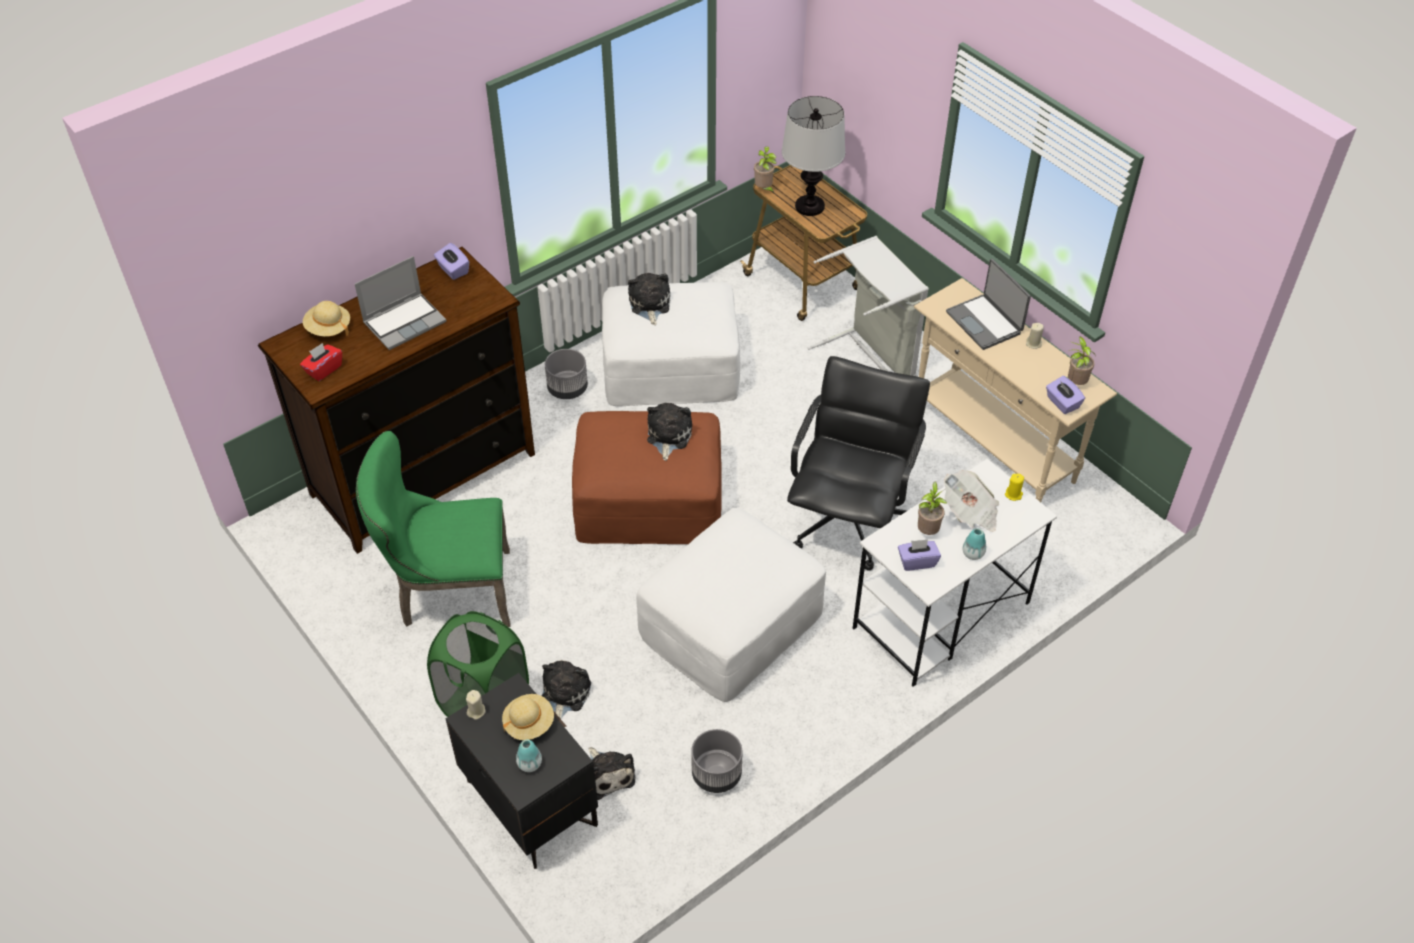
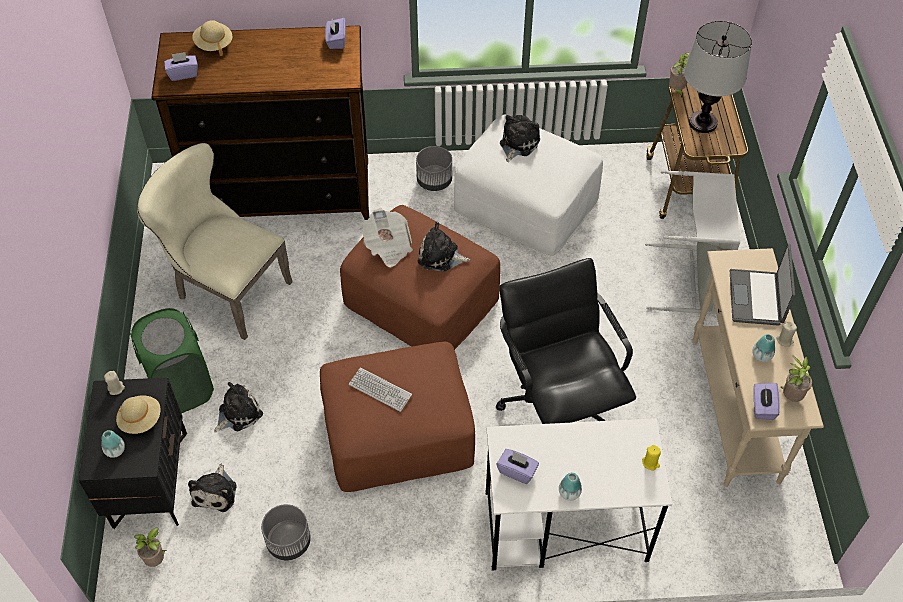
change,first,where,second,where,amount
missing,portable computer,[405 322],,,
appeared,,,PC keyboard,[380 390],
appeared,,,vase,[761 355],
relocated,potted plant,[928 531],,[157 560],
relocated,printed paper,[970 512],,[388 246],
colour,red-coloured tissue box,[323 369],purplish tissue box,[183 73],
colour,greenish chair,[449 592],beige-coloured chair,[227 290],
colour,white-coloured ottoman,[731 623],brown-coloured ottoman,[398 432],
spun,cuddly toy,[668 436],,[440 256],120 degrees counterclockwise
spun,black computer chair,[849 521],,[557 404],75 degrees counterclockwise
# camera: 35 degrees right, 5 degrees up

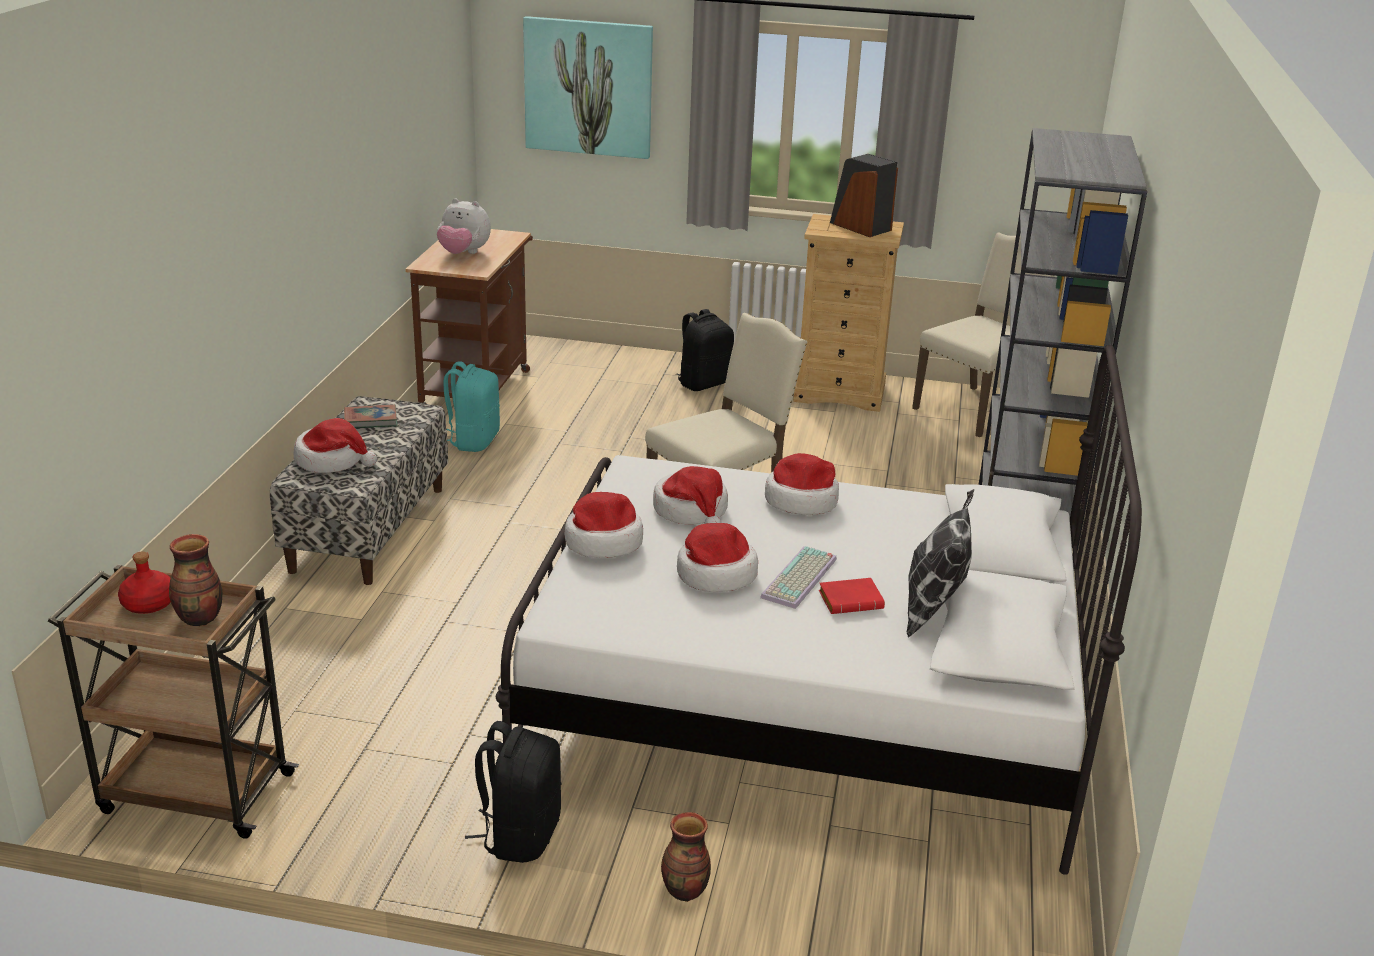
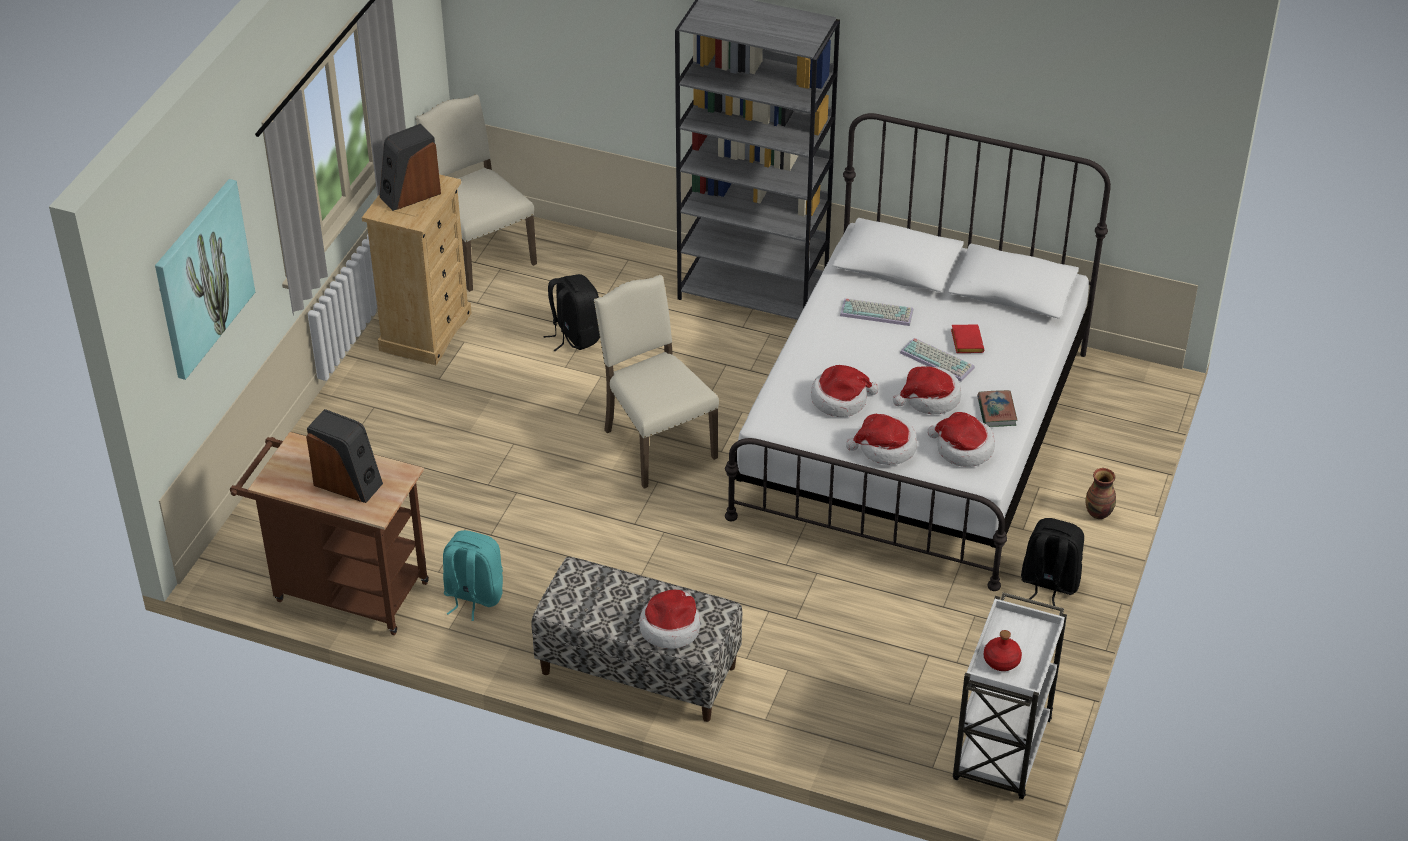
change,first,where,second,where,amount
missing,vase,[200 618],,,
missing,cushion,[933 609],,,
appeared,,,PC keyboard,[877 312],
relocated,bound book,[370 420],,[996 411],
relocated,black backpack,[704 383],,[574 336],
relocated,hat,[801 500],,[963 449],
exchanged,cuddly toy,[463 254],audio speaker,[348 483],
colour,brown-coloured wheeled cart,[193 792],white-coloured wheeled cart,[1001 752],
# camera: 80 degrees left, 15 degrees up

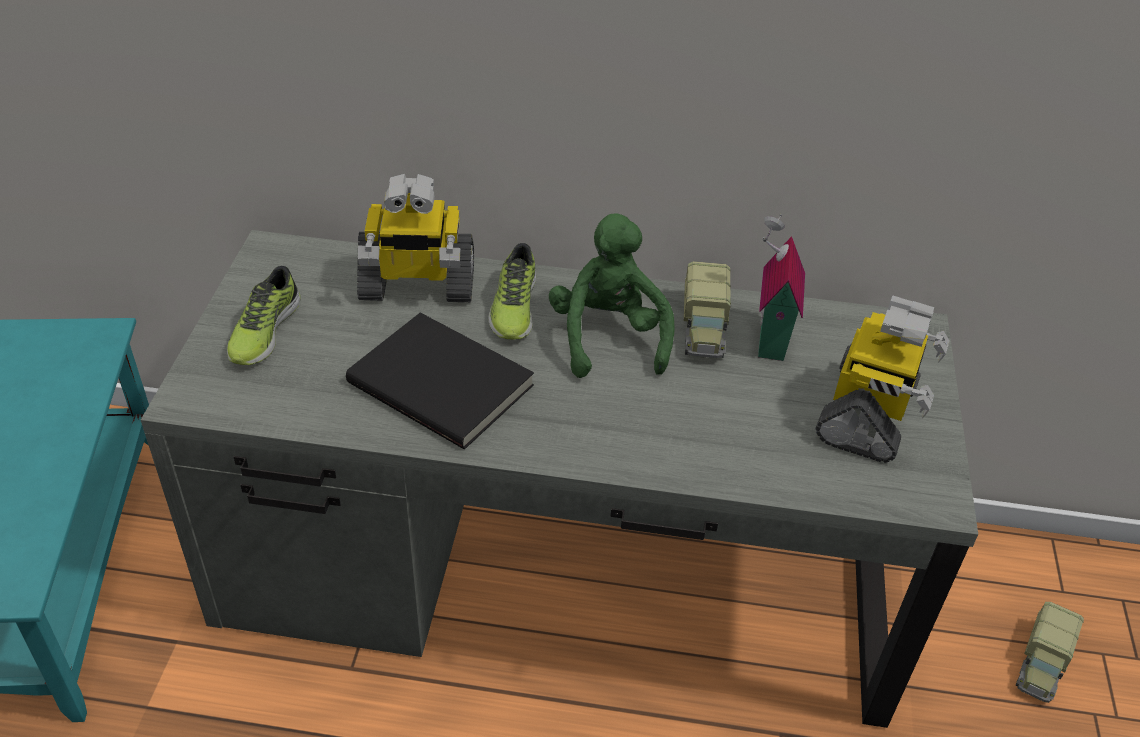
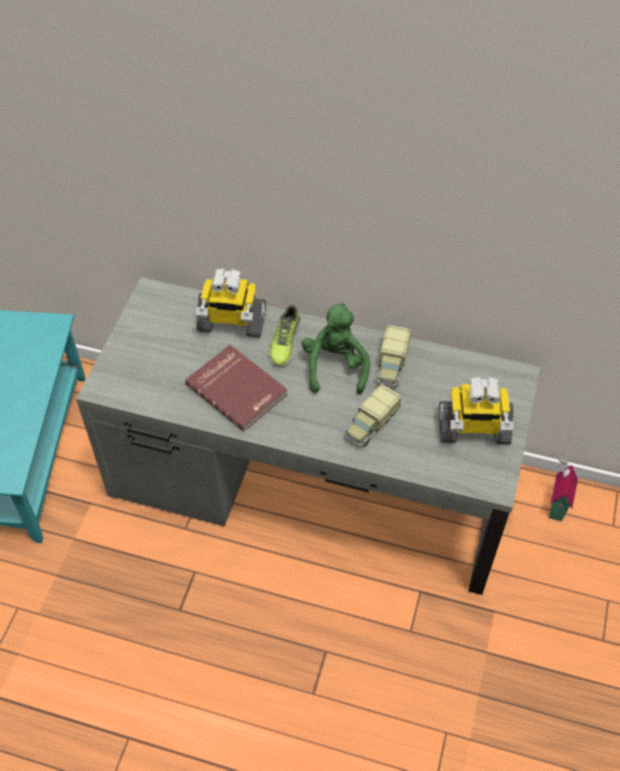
change,first,where,second,where,amount
missing,shoe,[263 331],,,
relocated,toy house,[768 339],,[555 506],
relocated,toy truck,[1042 663],,[371 424],
colour,black bound book,[443 382],red-coloured bound book,[238 389],
spun,toy robot,[868 414],,[473 429],60 degrees clockwise
# camera: 10 degrees right, 10 degrees up

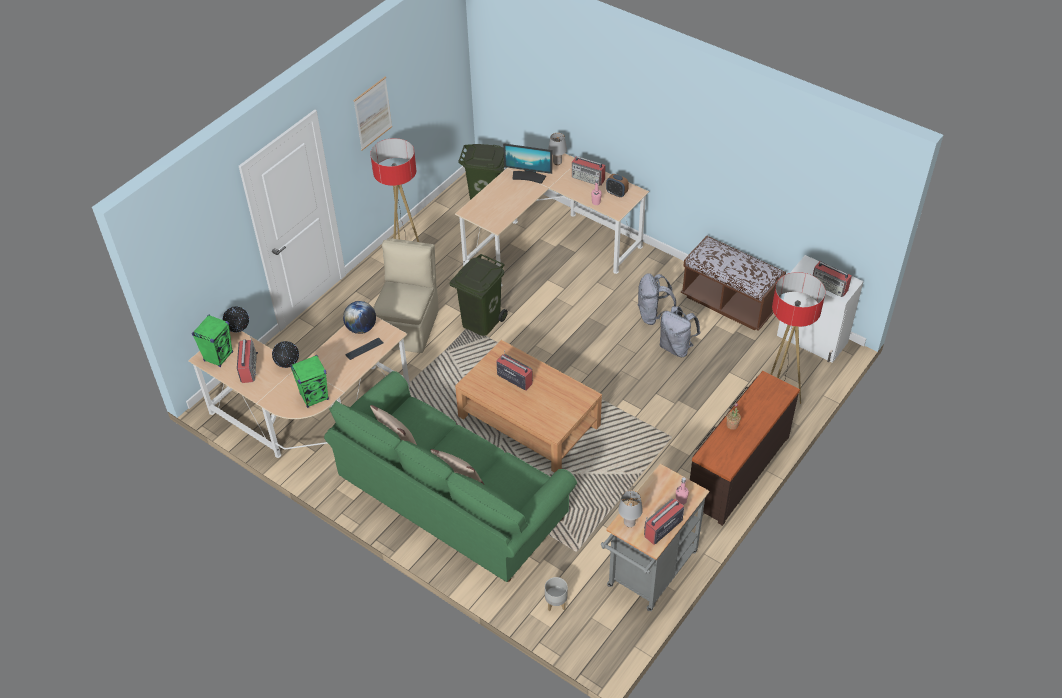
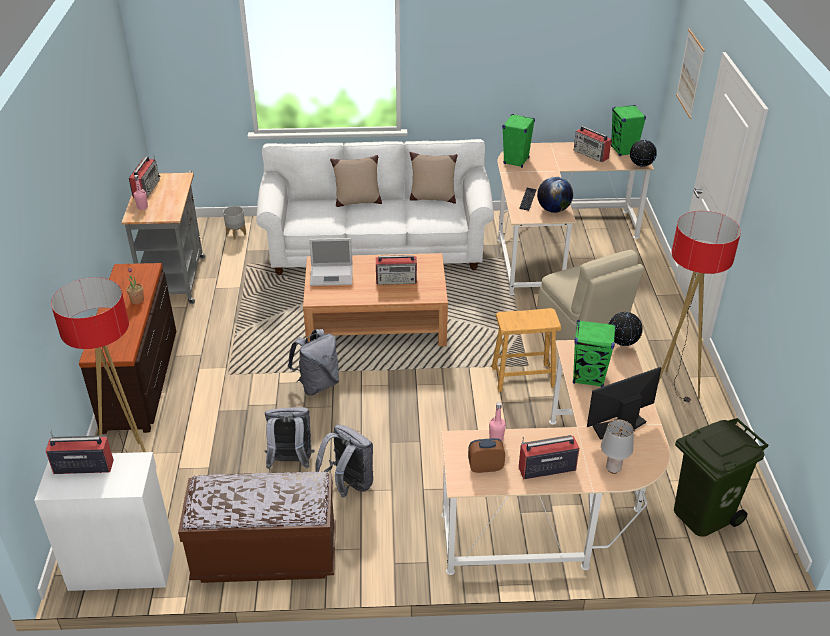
change,first,where,second,where,amount
missing,gray tabletop lamp,[629 523],,,
appeared,,,gray backpack,[317 384],
appeared,,,portable computer,[332 275],
appeared,,,greenish audio speaker,[588 377],
relocated,globe,[288 365],,[621 345],
relocated,picture,[373 113],,[690 73],
exchanged,greenish waste bin,[480 321],brown-coloured stool seat,[523 376],
colour,greenish couch,[453 500],white-coloured couch,[377 249],
# camera: 140 degrees right, 10 degrees down

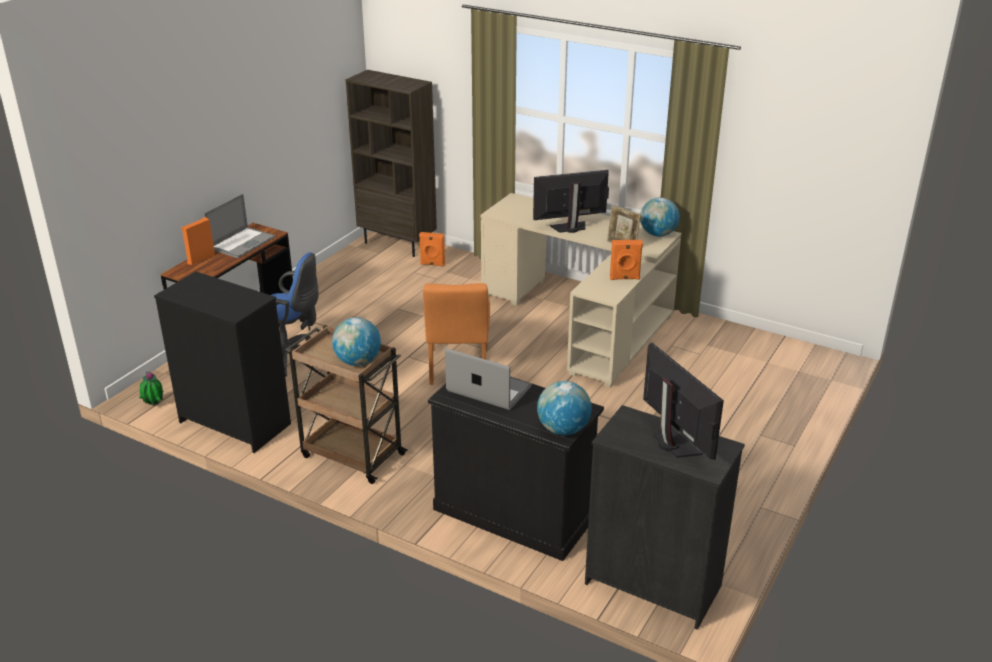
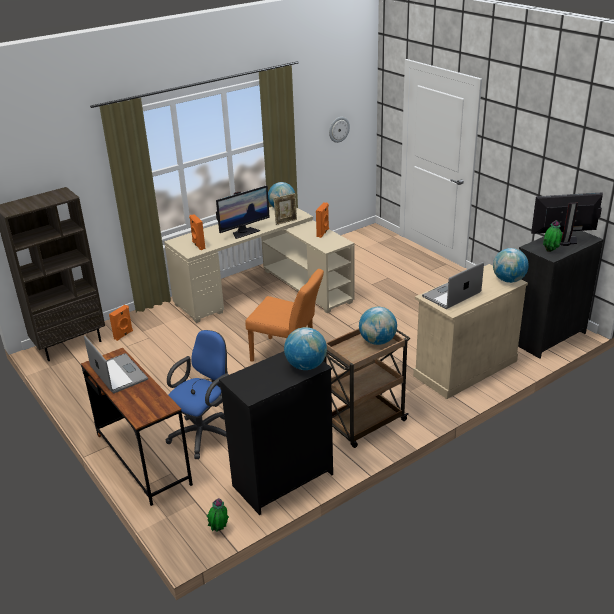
change,first,where,second,where,amount
appeared,,,globe,[306 366],
appeared,,,wall clock,[338 129],
appeared,,,potted plant,[551 251],
relocated,orange-coloured audio speaker,[200 259],,[198 245],
colour,black cabinet,[513 513],beige-coloured cabinet,[465 368],
spun,computer screen,[570 228],,[244 232],135 degrees counterclockwise
# camera: 65 degrees left, 0 degrees up

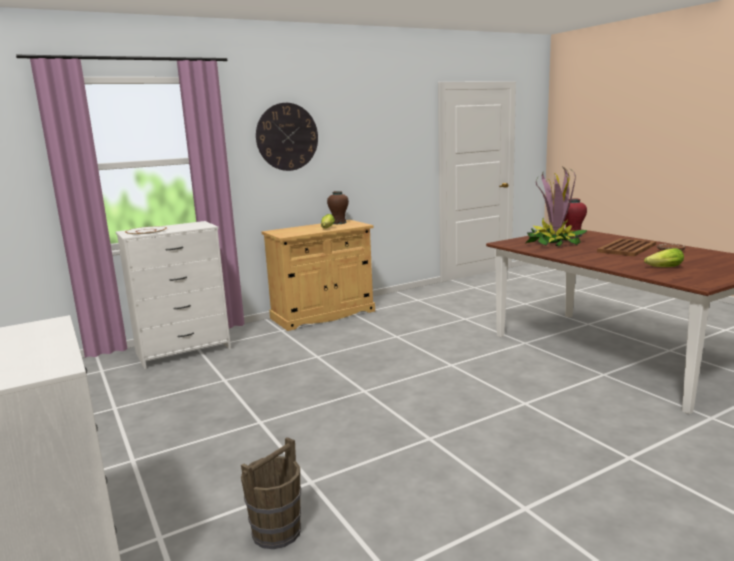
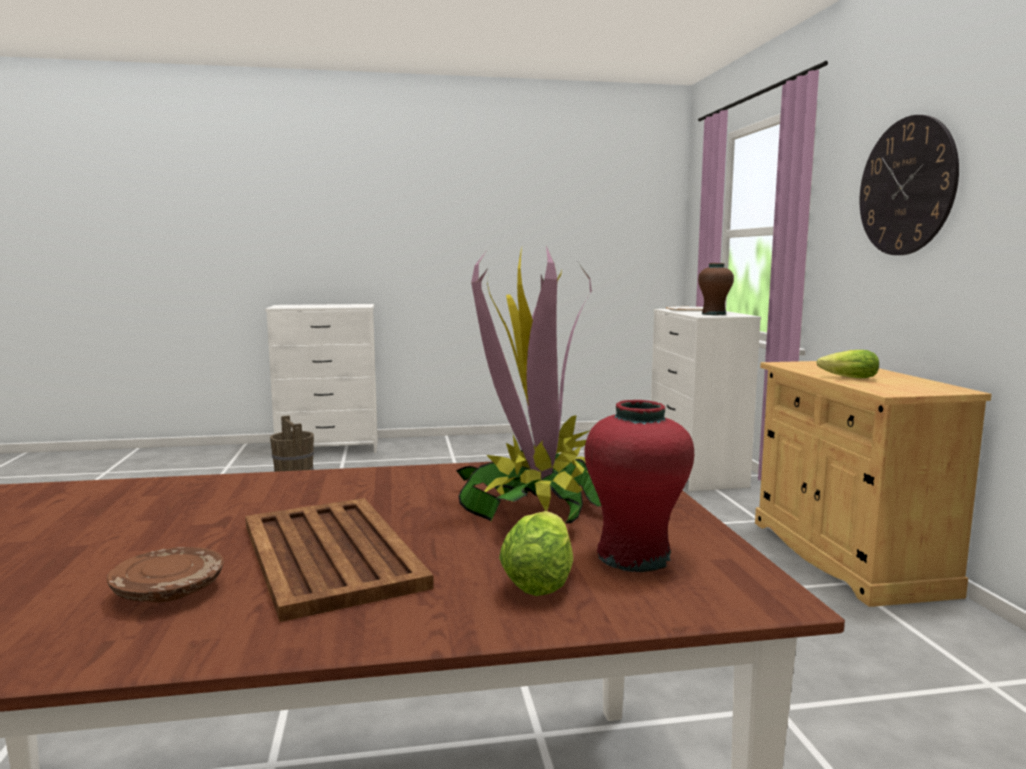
change,first,where,second,where,amount
relocated,brown-coloured vase,[338 223],,[713 314],
relocated,head of lettuce,[662 268],,[542 576],
# camera: 110 degrees right, 5 degrees down

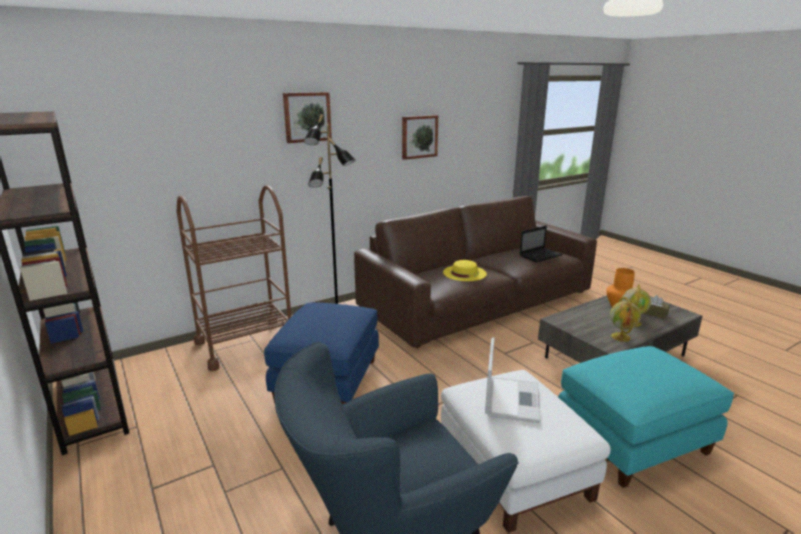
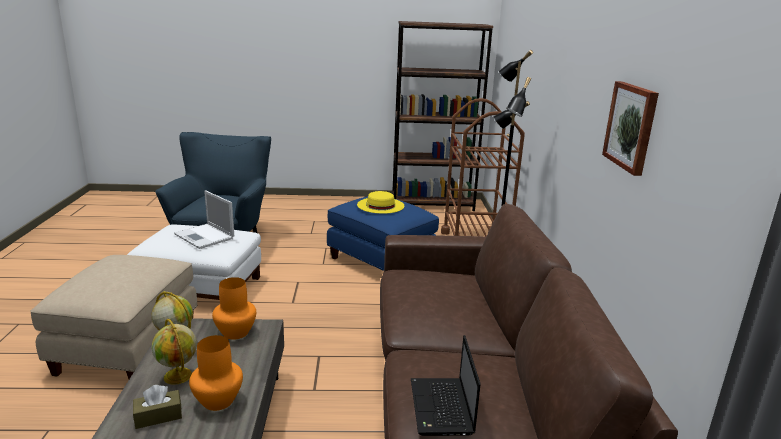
change,first,where,second,where,amount
missing,picture,[307 117],,,
appeared,,,orange-coloured vase,[235 333],
relocated,yellowish hat,[464 273],,[380 205],
colour,turquoise ottoman,[633 442],beige-coloured ottoman,[127 347],
# camera: 120 degrees right, 0 degrees up

